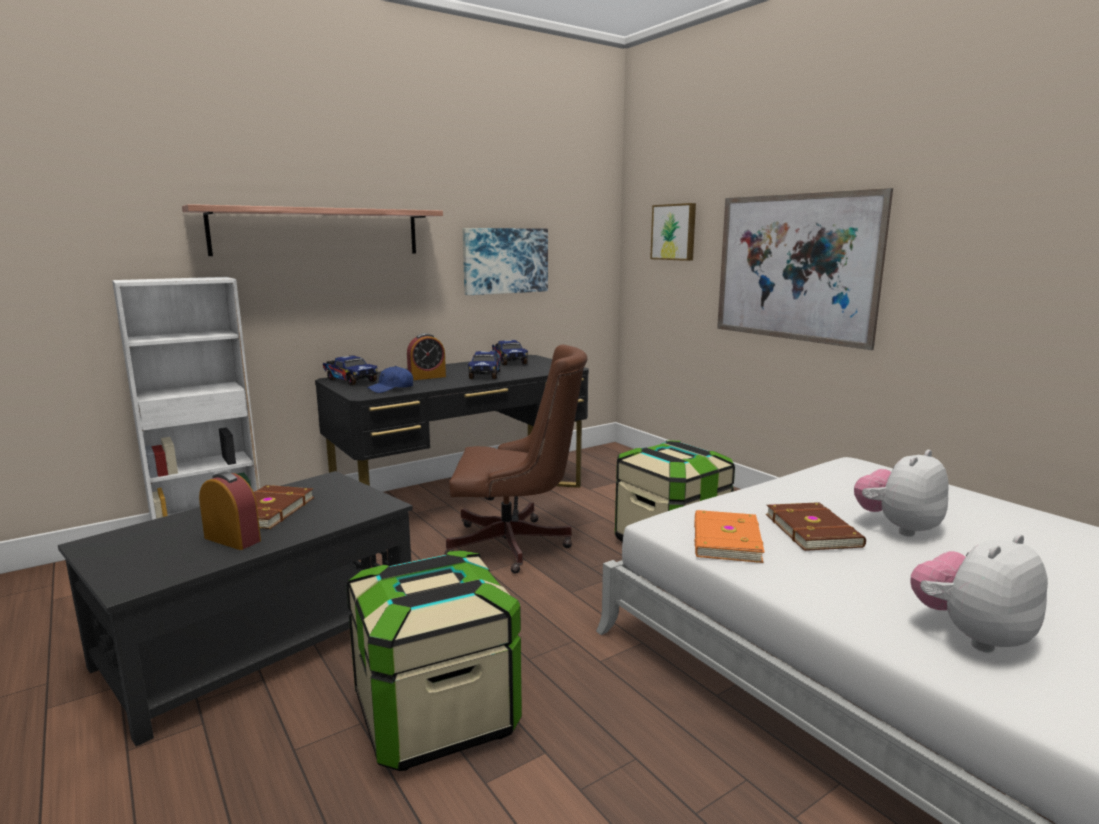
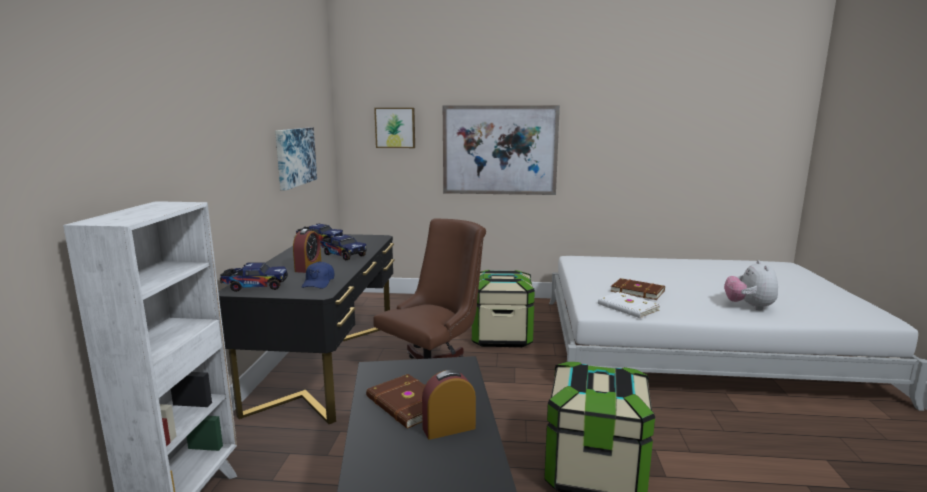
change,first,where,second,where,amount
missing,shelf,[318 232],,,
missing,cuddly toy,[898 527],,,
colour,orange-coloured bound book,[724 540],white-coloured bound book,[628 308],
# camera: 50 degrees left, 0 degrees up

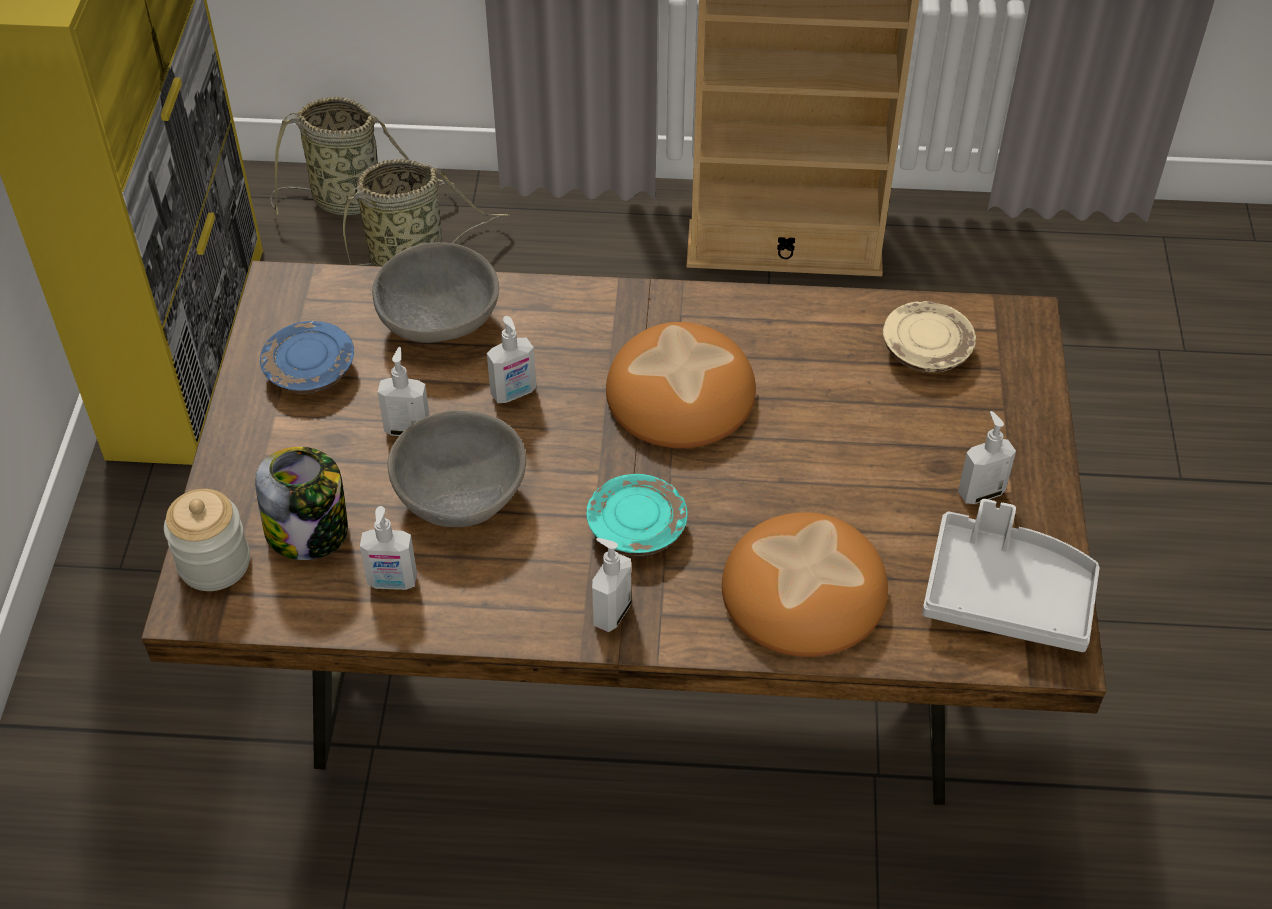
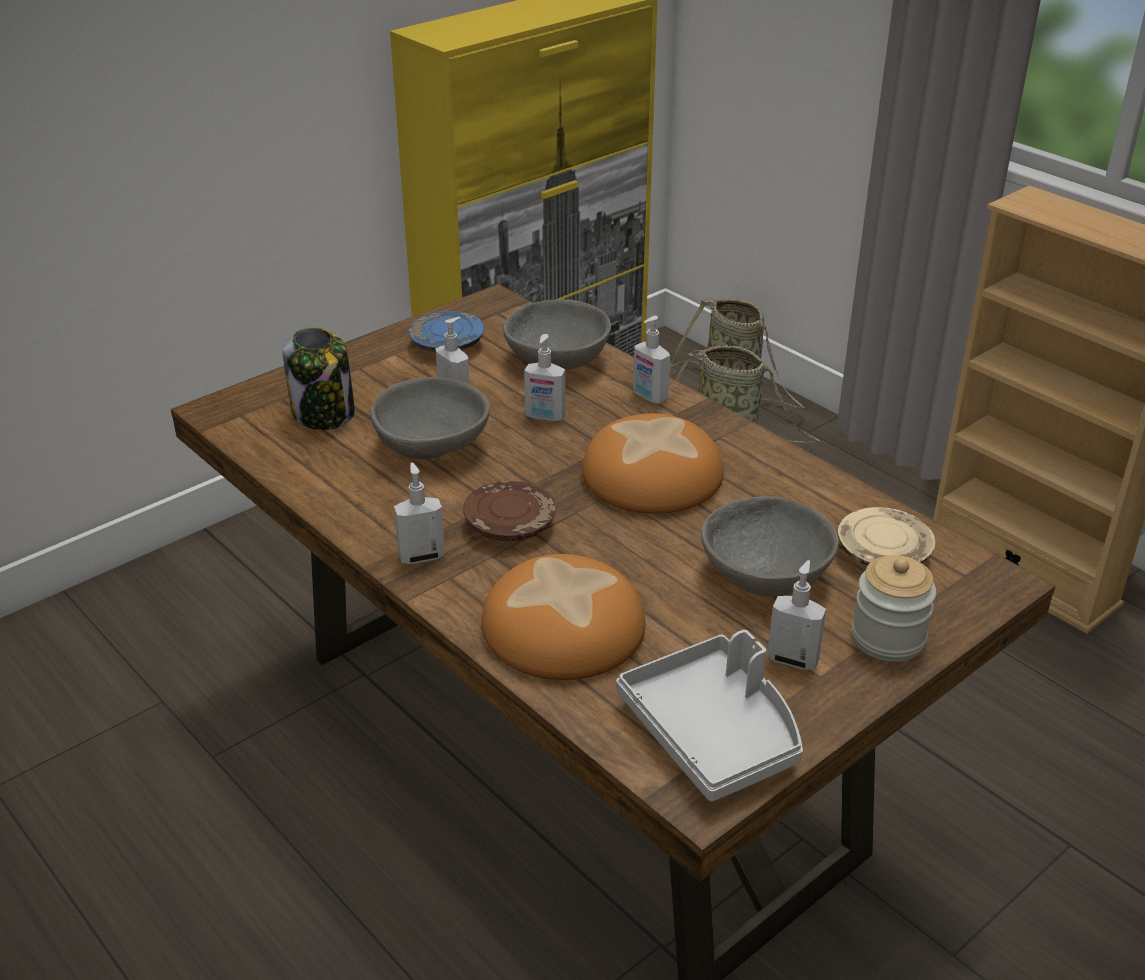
change,first,where,second,where,amount
appeared,,,gray deep dish,[764 575],
relocated,storage jar,[214 563],,[888 638],
relocated,soap dispenser,[392 582],,[649 397],
colour,turquoise plate,[636 526],brown-coloured plate,[510 524],
# camera: 45 degrees right, 15 degrees down

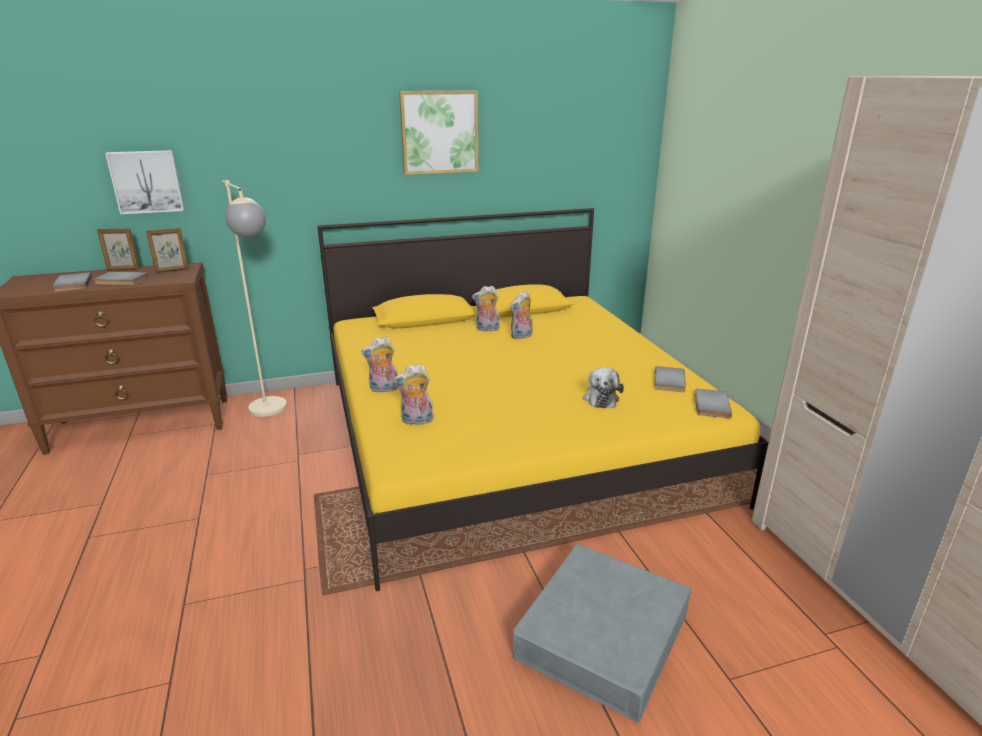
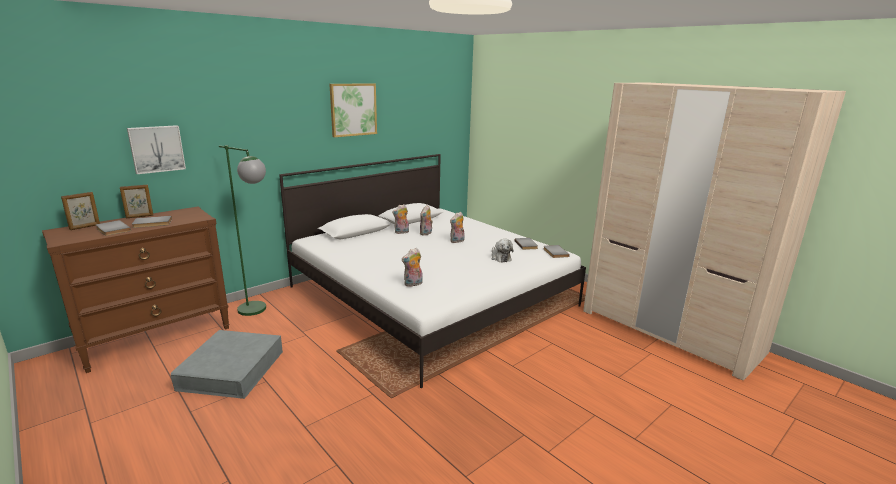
change,first,where,second,where,amount
relocated,photo frame,[172 270],,[85 227],
relocated,cuddly toy,[383 389],,[457 241],
relocated,gray storage box,[603 635],,[232 370],
colour,beige-coloured floor lamp,[272 413],greenish floor lamp,[259 311],
colour,yellowish sleeping bed,[510 436],white-coloured sleeping bed,[431 296],
# camera: 25 degrees left, 5 degrees down

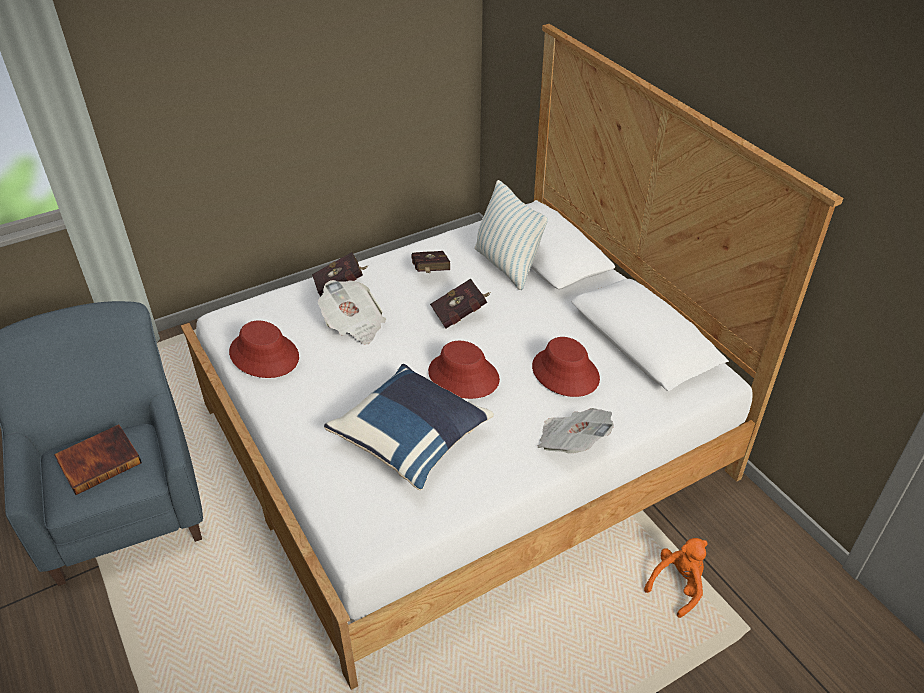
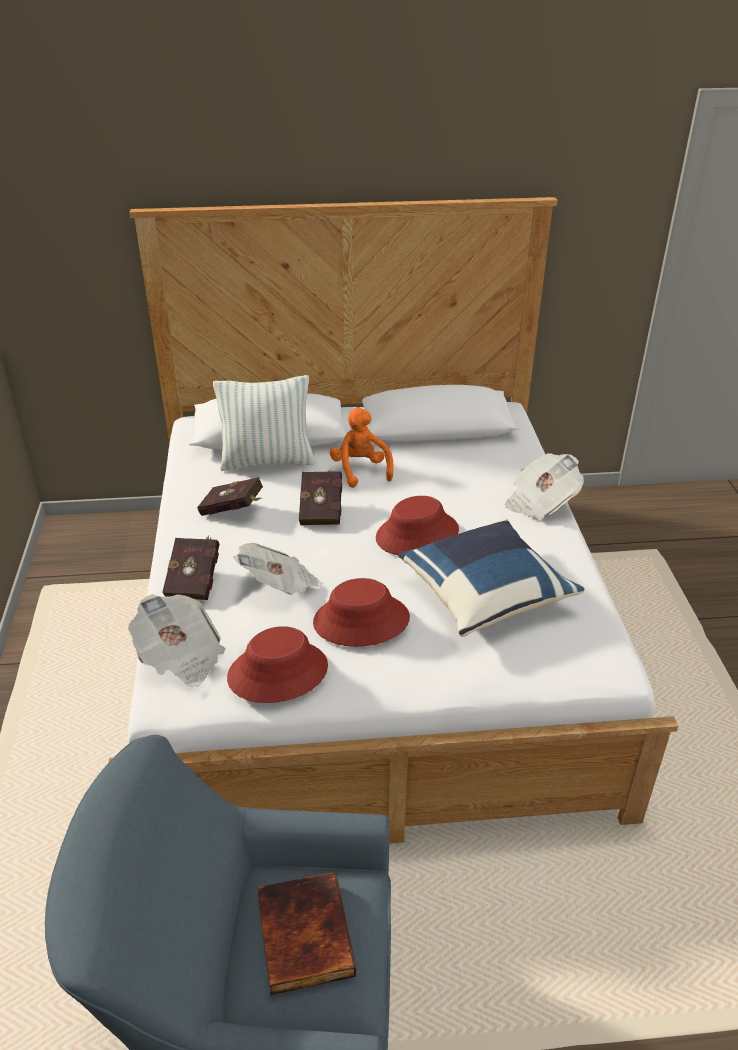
change,first,where,second,where,amount
appeared,,,printed paper,[180 657],
relocated,red-coloured hat,[565 373],,[361 621],
relocated,orange-coloured cuddly toy,[677 585],,[360 470],
# camera: 65 degrees left, 5 degrees down

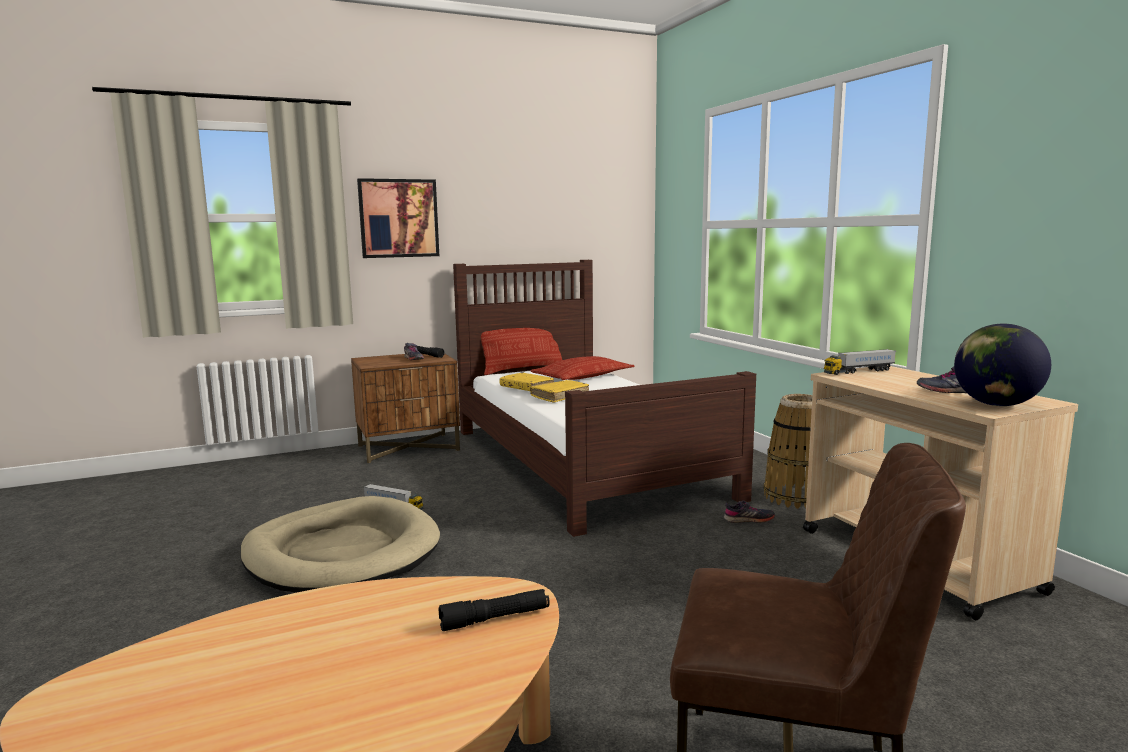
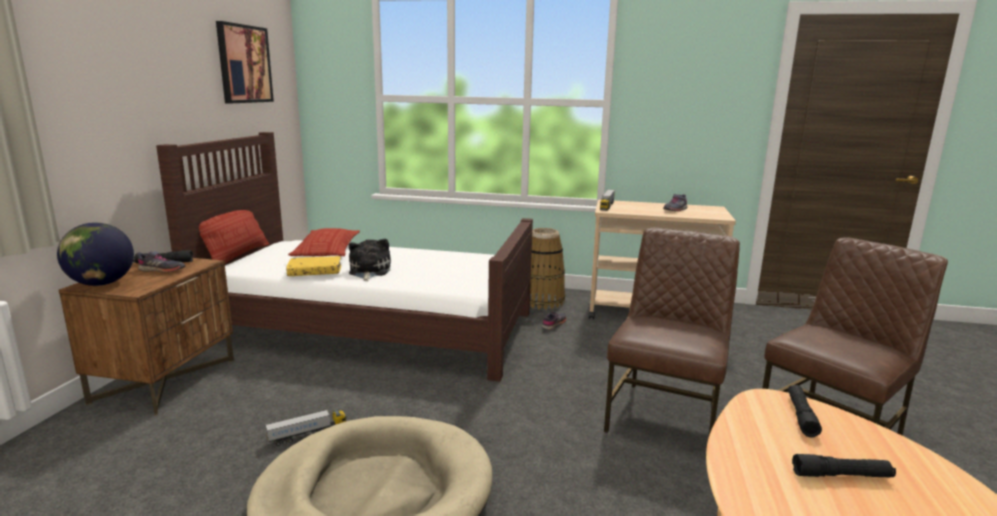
change,first,where,second,where,amount
appeared,,,brown-coloured chair,[665 416],
appeared,,,black hand torch,[841 475],
relocated,picture,[398 218],,[244 64],
relocated,globe,[996 404],,[101 284],
exchanged,yellowish bound book,[560 396],cuddly toy,[368 271],
# camera: 55 degrees left, 5 degrees up

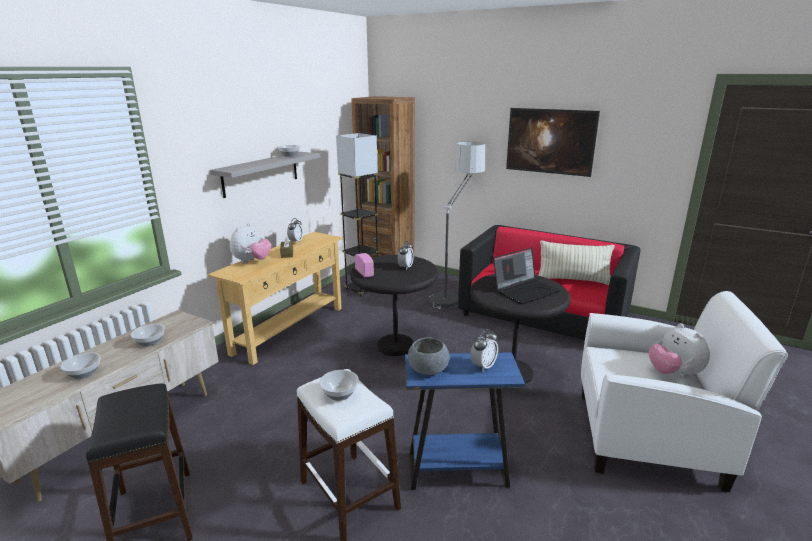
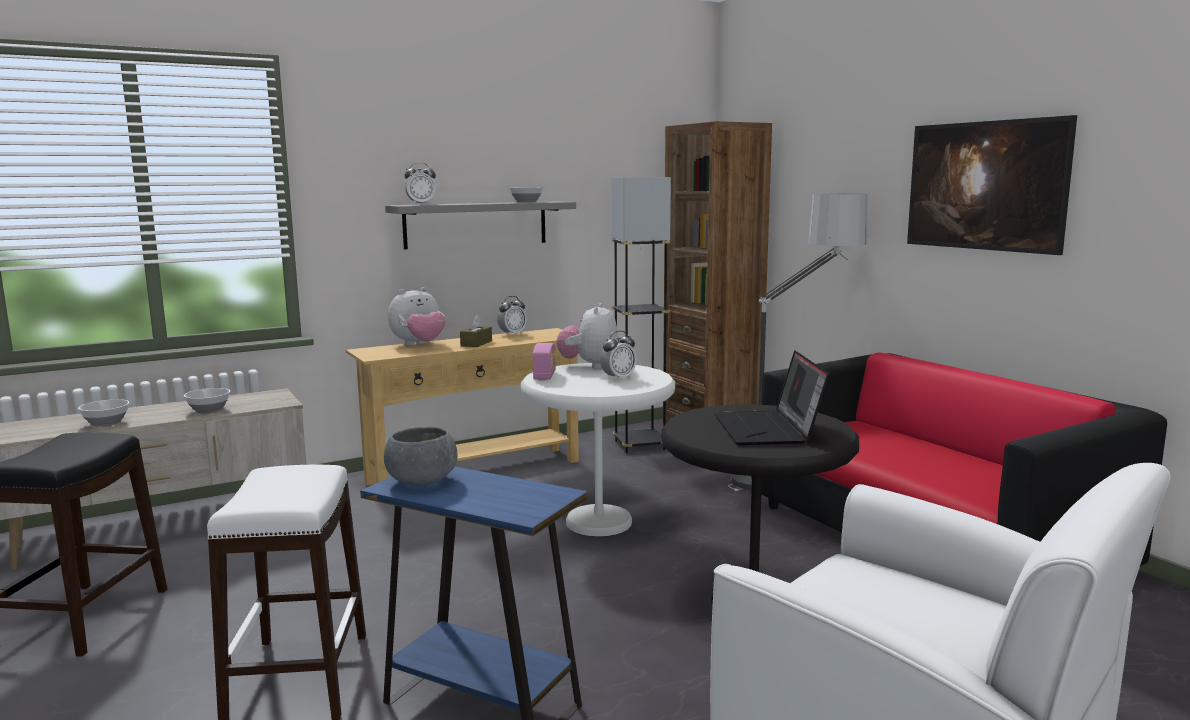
change,first,where,second,where,amount
missing,deep dish,[339 394],,,
missing,cushion,[573 280],,,
relocated,table clock,[483 366],,[421 204],
relocated,cuddly toy,[673 373],,[589 366],
colour,black side table,[395 346],white-coloured side table,[599 522],
spun,portable computer,[525 290],,[768 430],90 degrees clockwise
# camera: 30 degrees right, 10 degrees down

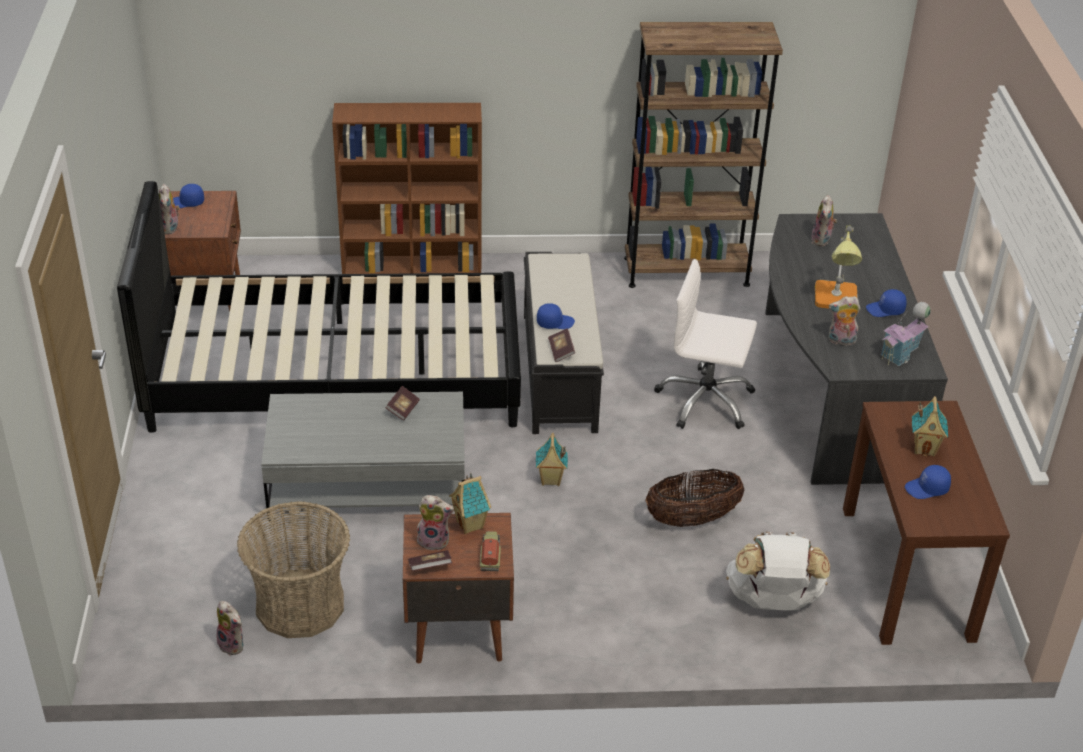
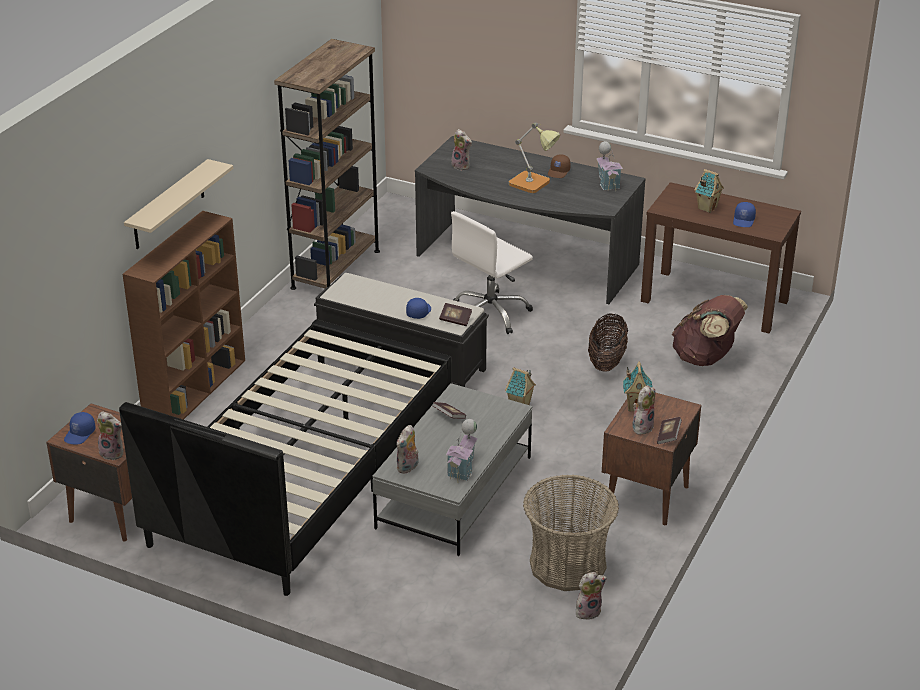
change,first,where,second,where,amount
missing,toy truck,[490 556],,,
appeared,,,beige-coloured shelf,[168 205],
appeared,,,toy house,[463 468],
relocated,cuddly toy,[841 341],,[408 468],
colour,white-coloured backpack,[772 601],brown-coloured backpack,[705 358],
colour,blue-coloured baseball cap,[885 310],brown-coloured baseball cap,[559 172],
# camera: 60 degrees left, 5 degrees down

